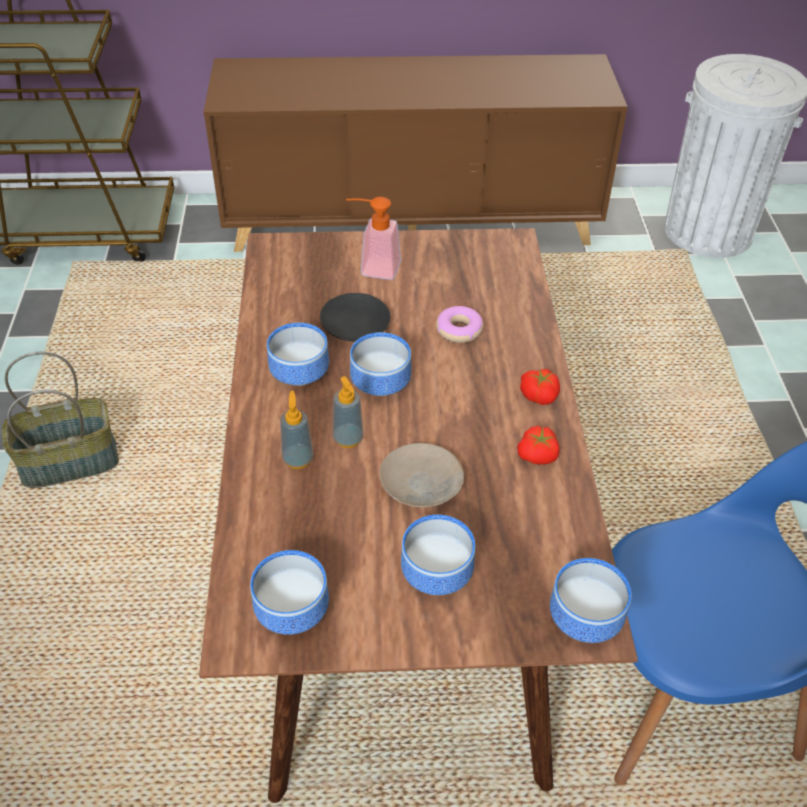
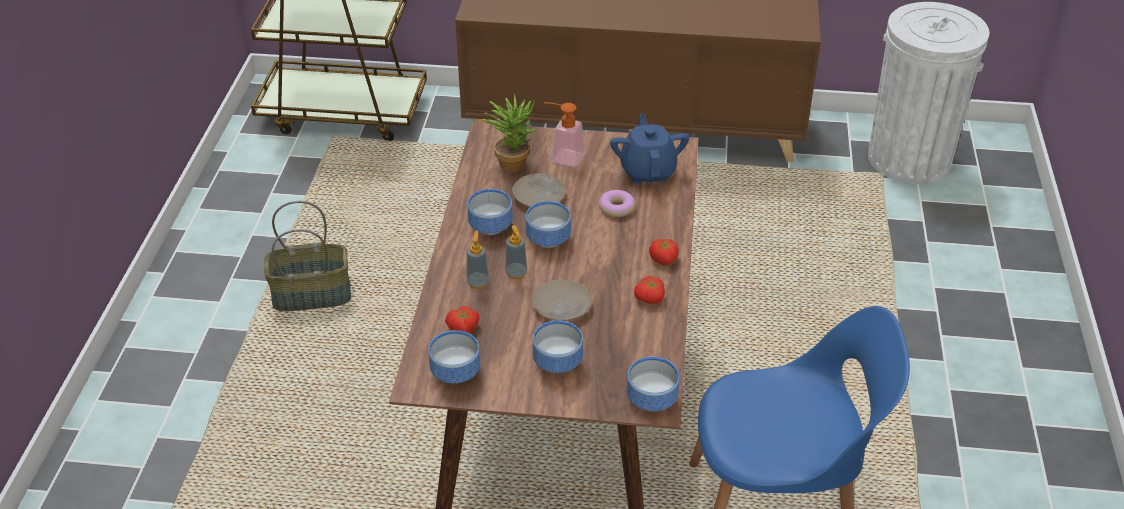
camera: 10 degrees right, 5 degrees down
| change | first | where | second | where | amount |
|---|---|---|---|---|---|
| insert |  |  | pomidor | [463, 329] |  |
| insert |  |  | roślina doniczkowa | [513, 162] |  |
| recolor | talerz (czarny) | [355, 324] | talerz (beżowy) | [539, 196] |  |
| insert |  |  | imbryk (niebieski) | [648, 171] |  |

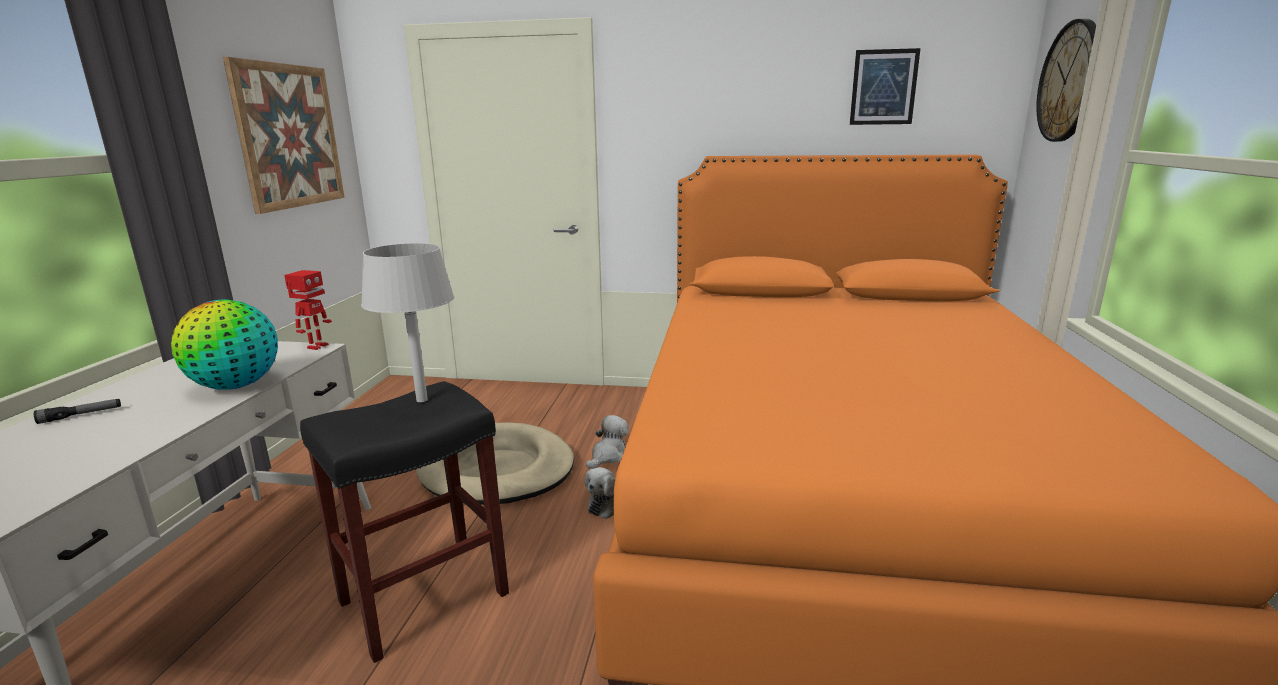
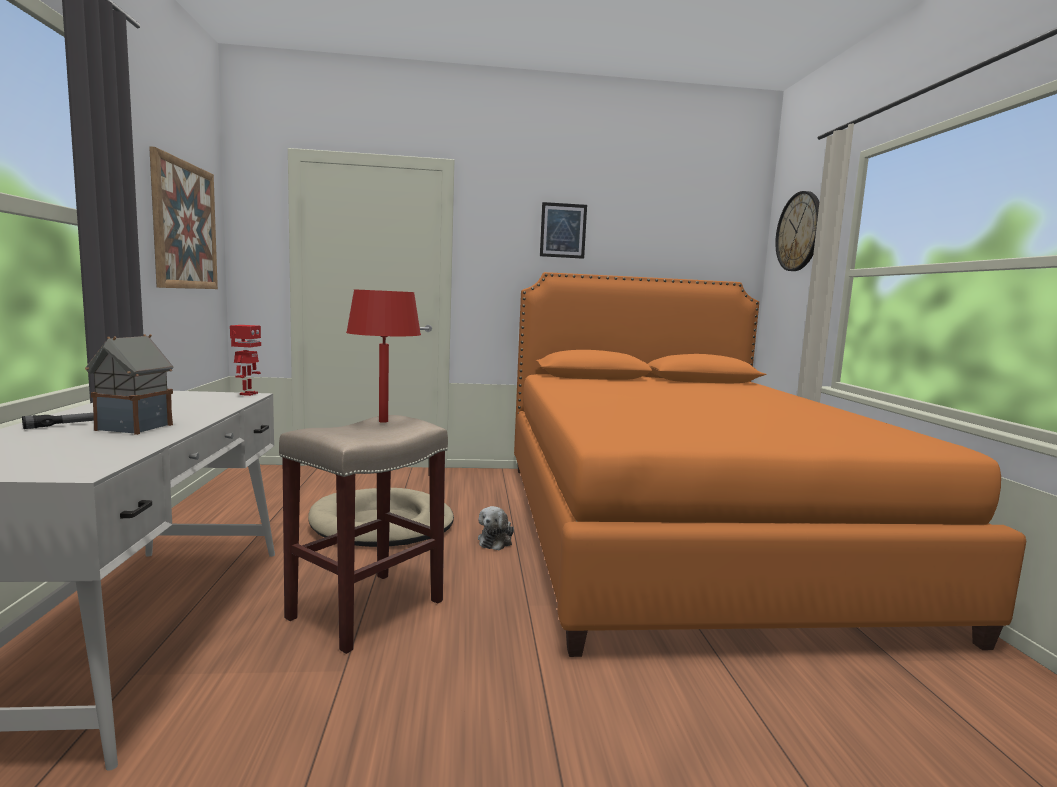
camera: 15 degrees left, 10 degrees down
| change | first | where | second | where | amount |
|---|---|---|---|---|---|
| insert |  |  | domek | [133, 428] |  |
| recolor | stołek (czarny) | [422, 599] | stołek (beżowy) | [365, 610] |  |
| recolor | lampa stołowa (szary) | [422, 400] | lampa stołowa (czerwony) | [383, 421] |  |
| move | obraz | [883, 87] |  | [563, 230] |  |
| delete | globus | [236, 386] |  |  |  |
| delete | pluszak | [608, 456] |  |  |  |

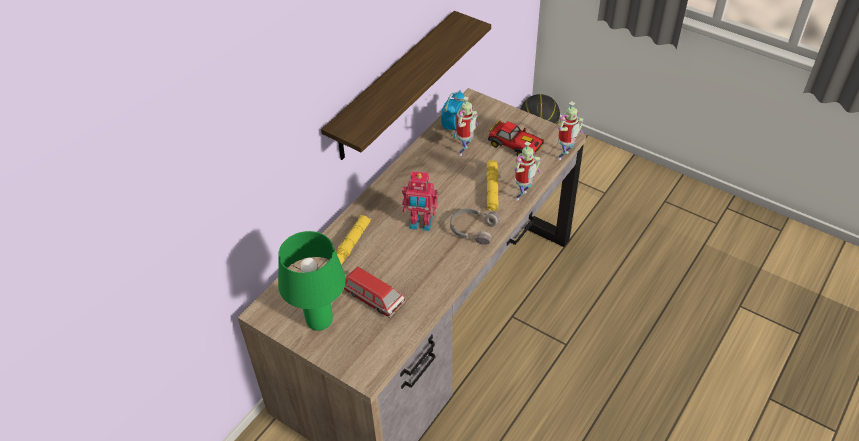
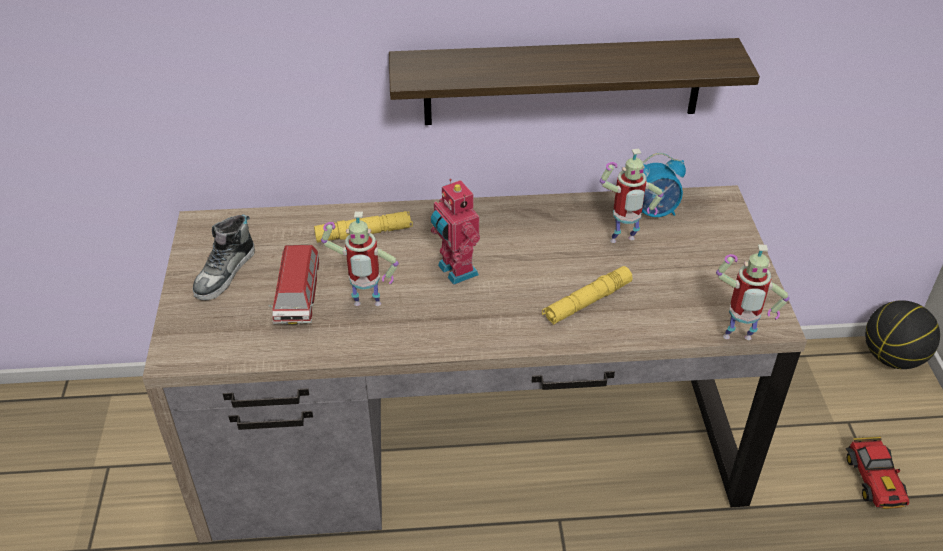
camera: 50 degrees right, 5 degrees down
| change | first | where | second | where | amount |
|---|---|---|---|---|---|
| replace | lampa stołowa (zielony) | [320, 321] | but | [225, 273] |  |
| move | robot zabawkowy | [522, 197] |  | [366, 306] |  |
| move | samochodzik | [515, 146] |  | [874, 482] |  |
| delete | słuchawki (szary) | [473, 229] |  |  |  |

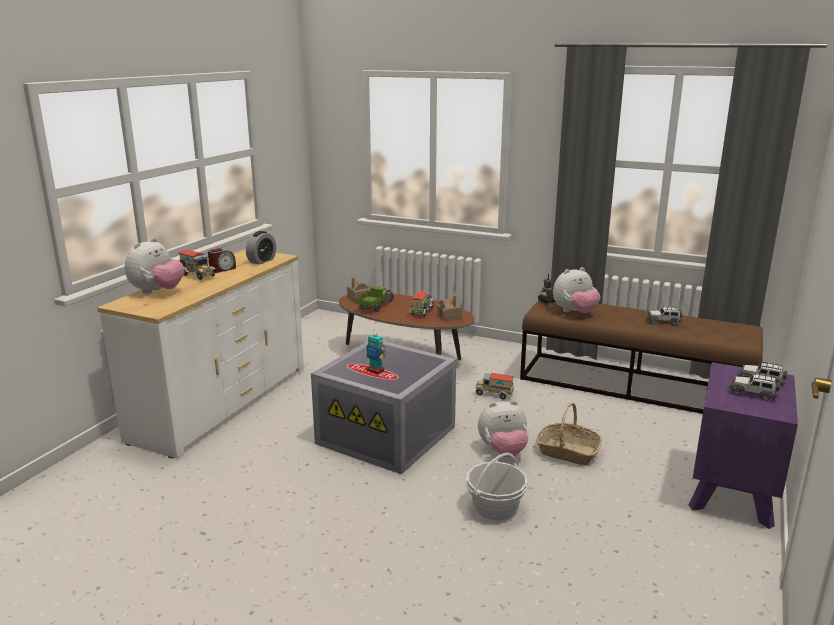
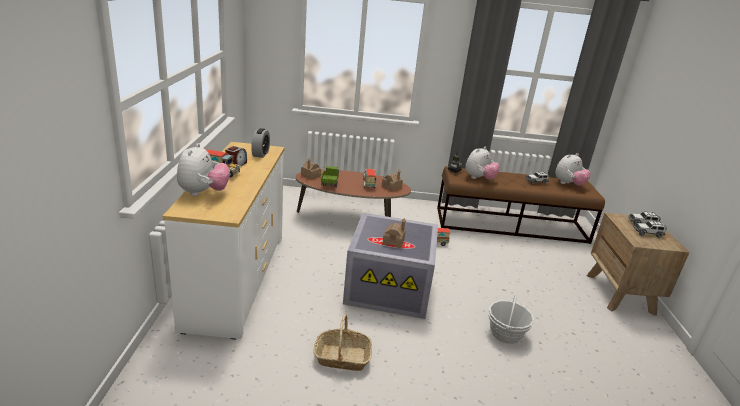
camera: 25 degrees left, 5 degrees up
| change | first | where | second | where | amount |
|---|---|---|---|---|---|
| move | koszyk | [567, 452] |  | [342, 357] |  |
| replace | robot zabawkowy | [375, 371] | domek | [393, 242] |  |
| move | pluszak | [503, 451] |  | [568, 184] |  |
| recolor | szafka nocna (fioletowy) | [732, 492] | szafka nocna (brązowy) | [620, 294] |  |

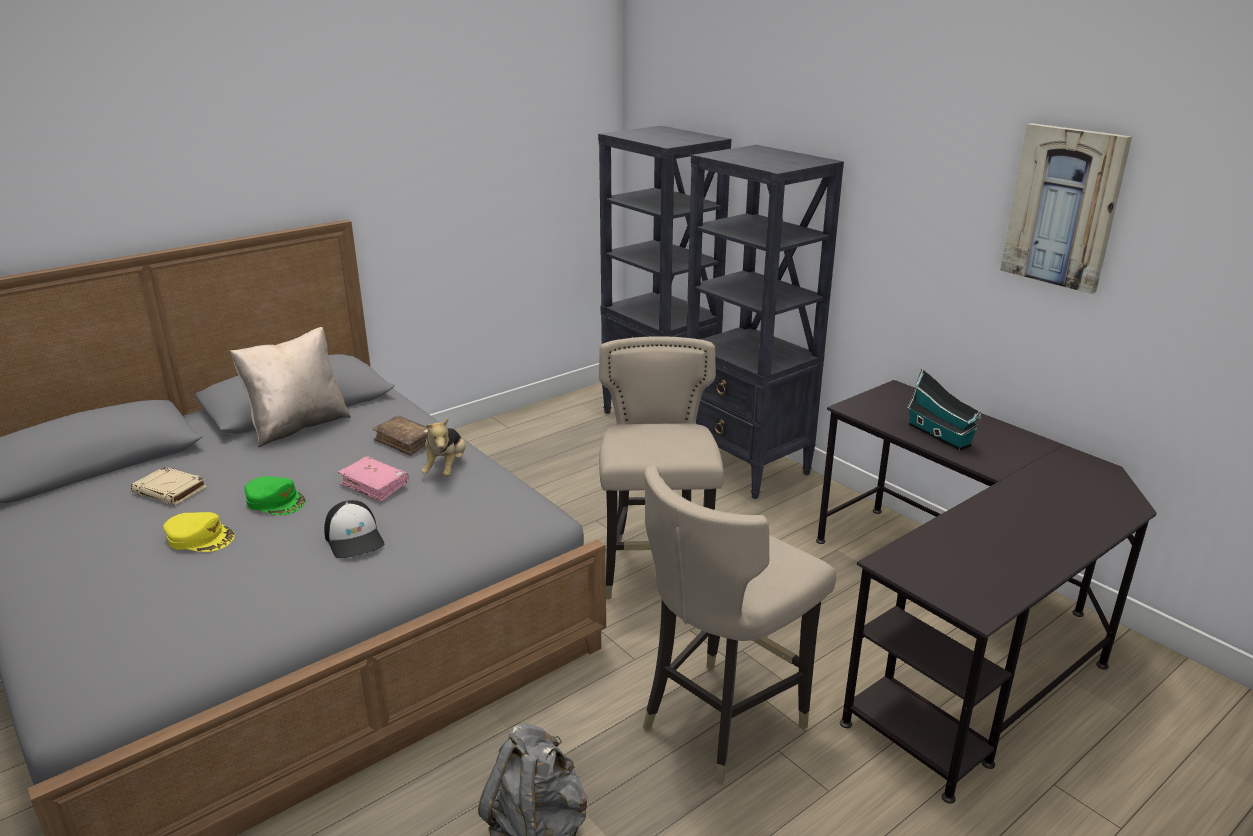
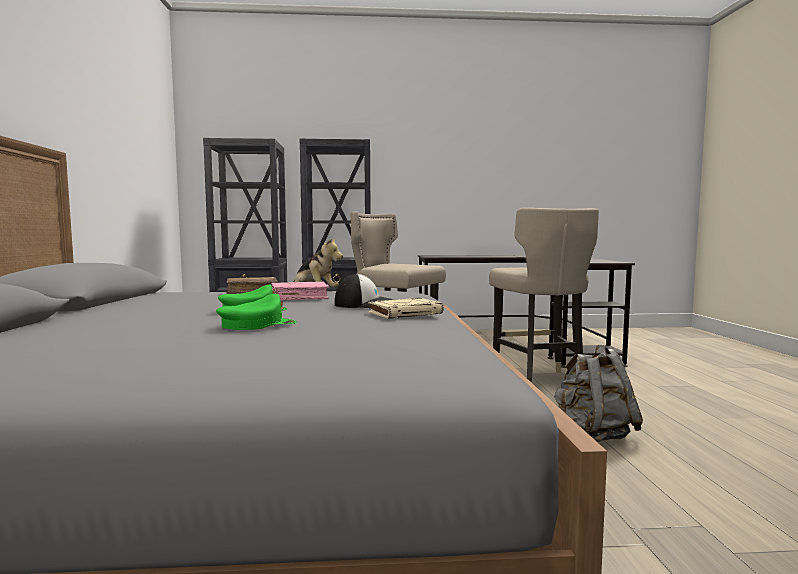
camera: 55 degrees left, 20 degrees down
| change | first | where | second | where | amount |
|---|---|---|---|---|---|
| recolor | czapka z daszkiem (żółty) | [200, 538] | czapka z daszkiem (zielony) | [257, 325] |  |
| move | książka (beżowy) | [171, 490] |  | [405, 313] |  |
| delete | poduszka (beżowy) | [298, 426] |  |  |  |
| delete | domek | [941, 436] |  |  |  |
| delete | obraz | [1063, 207] |  |  |  |

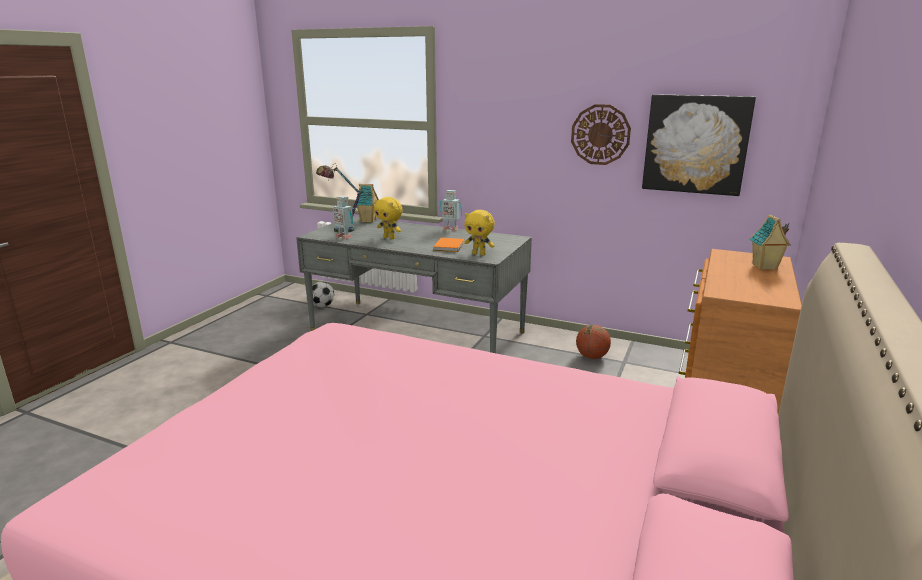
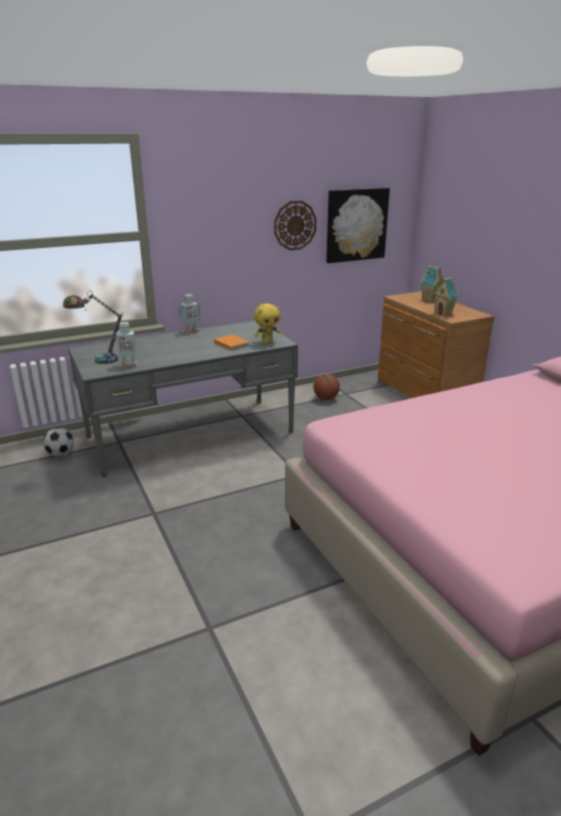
camera: 50 degrees left, 5 degrees up
| change | first | where | second | where | amount |
|---|---|---|---|---|---|
| move | domek | [368, 221] |  | [444, 313] |  |
| delete | pluszak (żółty) | [389, 238] |  |  |  |

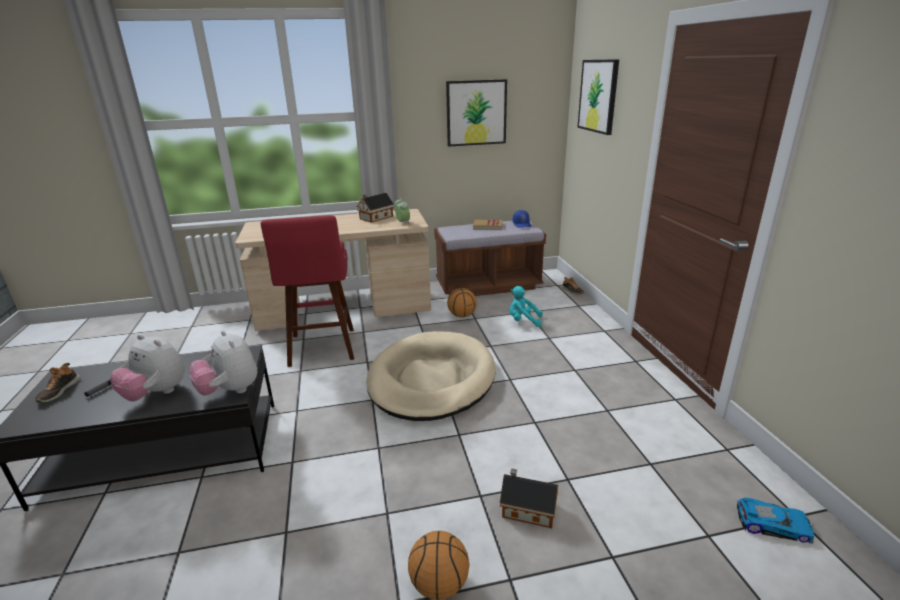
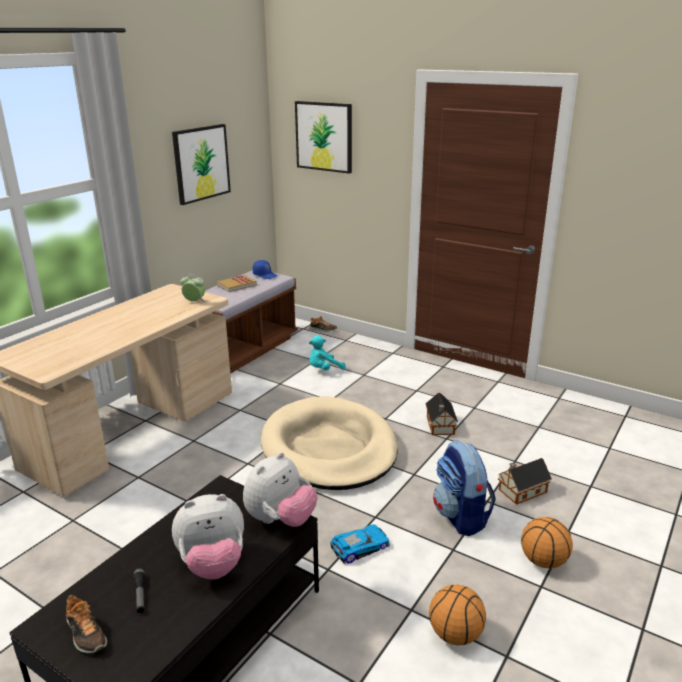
camera: 45 degrees left, 0 degrees up
| change | first | where | second | where | amount |
|---|---|---|---|---|---|
| rotate | pluszak | [230, 391] |  | [280, 520] | 60 degrees counterclockwise |
| move | samochodzik | [772, 523] |  | [359, 546] |  |
| move | domek | [375, 218] |  | [440, 426] |  |
| move | piłka do koszykówki | [462, 315] |  | [455, 633] |  |
| insert |  |  | plecak | [461, 516] |  |
| delete | stołek (czerwony) | [322, 350] |  |  |  |

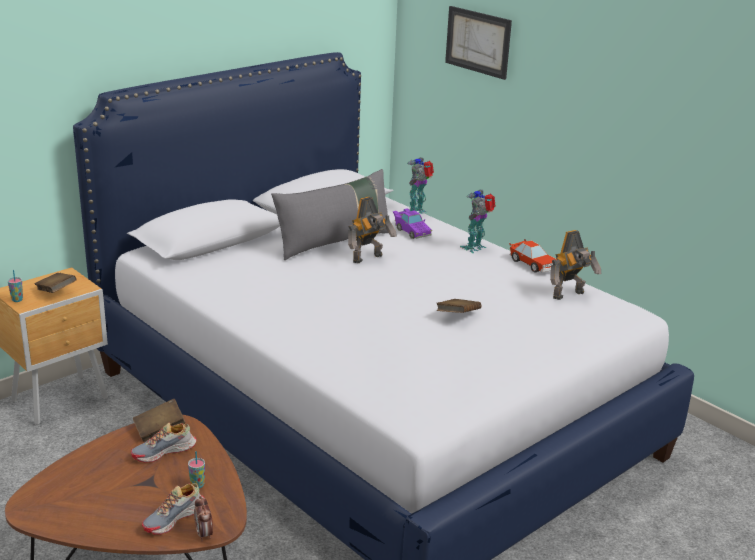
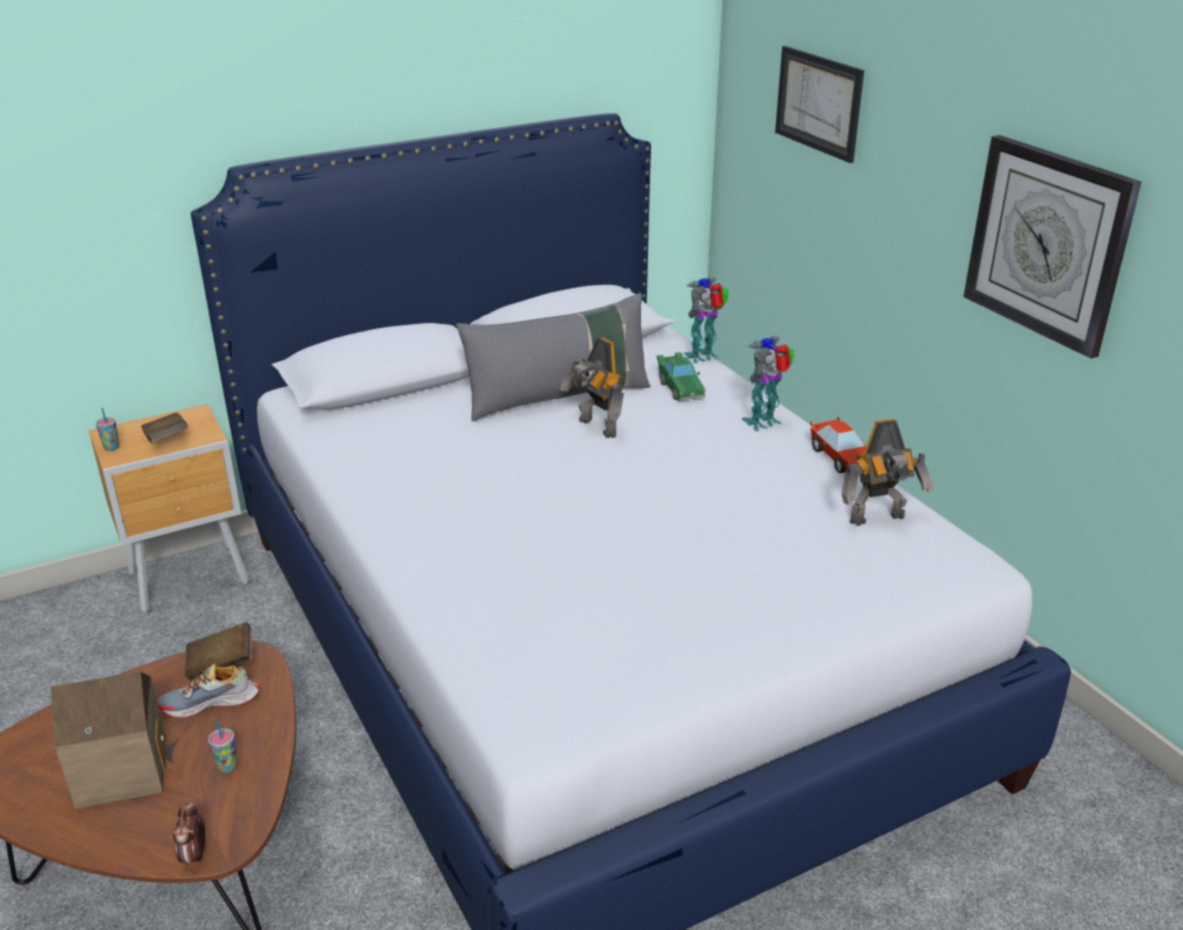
camera: 15 degrees right, 5 degrees up
| change | first | where | second | where | amount |
|---|---|---|---|---|---|
| insert |  |  | domek | [121, 767] |  |
| rotate | robot zabawkowy | [369, 259] |  | [595, 428] | 75 degrees clockwise |
| recolor | samochodzik (fioletowy) | [411, 231] | samochodzik (zielony) | [679, 388] |  |
| insert |  |  | zegar ścienny | [1048, 243] |  |
| delete | but | [174, 518] |  |  |  |
| delete | książka (brązowy) | [457, 316] |  |  |  |

